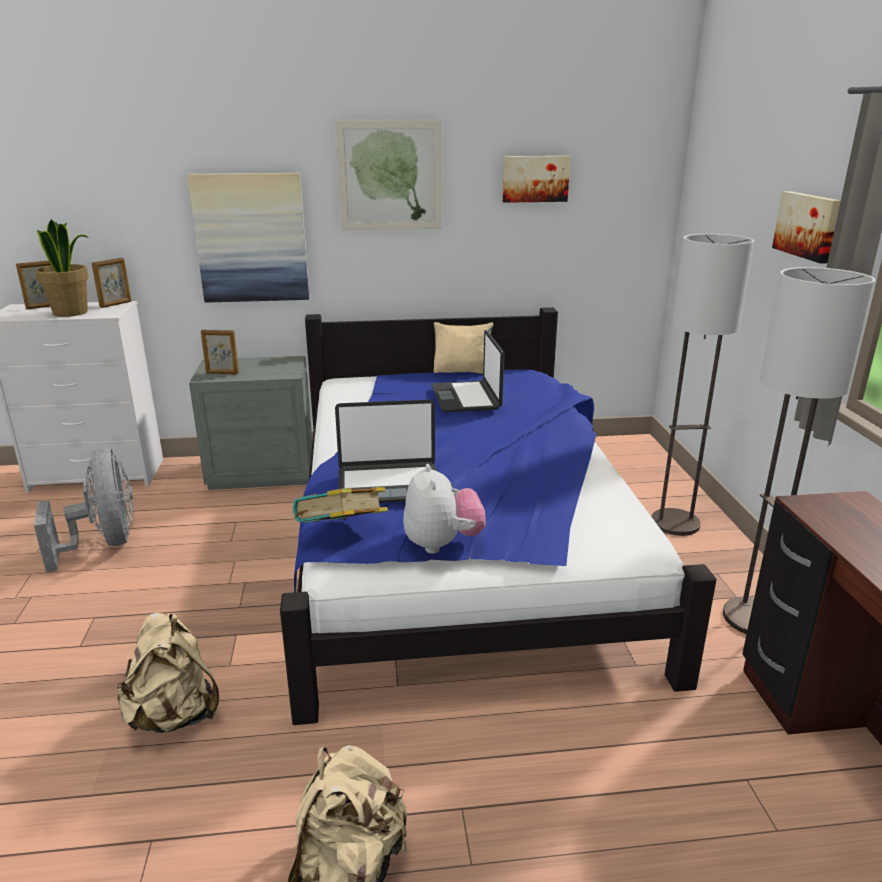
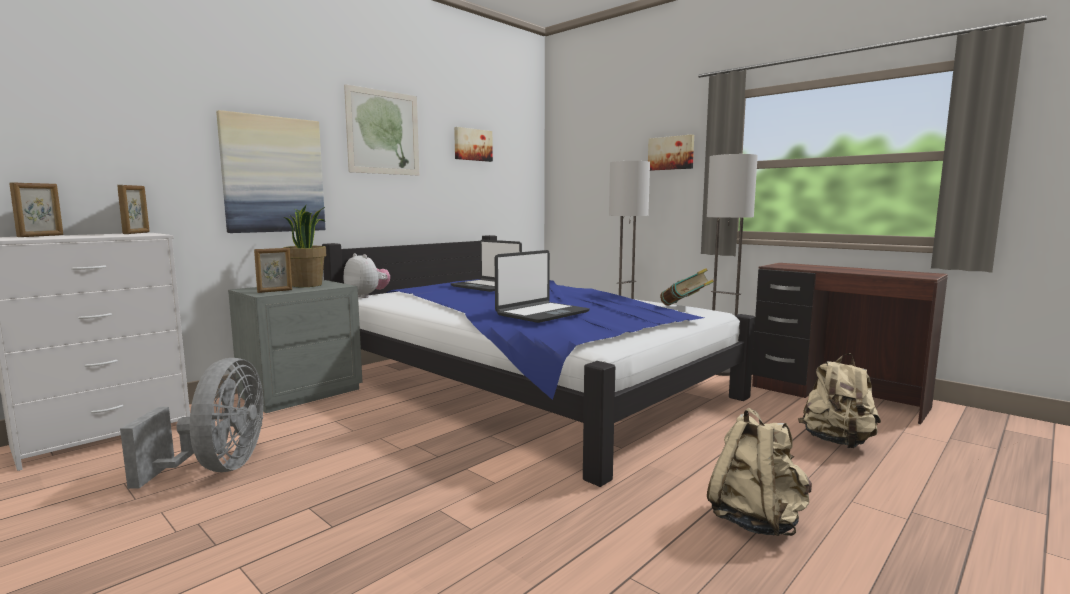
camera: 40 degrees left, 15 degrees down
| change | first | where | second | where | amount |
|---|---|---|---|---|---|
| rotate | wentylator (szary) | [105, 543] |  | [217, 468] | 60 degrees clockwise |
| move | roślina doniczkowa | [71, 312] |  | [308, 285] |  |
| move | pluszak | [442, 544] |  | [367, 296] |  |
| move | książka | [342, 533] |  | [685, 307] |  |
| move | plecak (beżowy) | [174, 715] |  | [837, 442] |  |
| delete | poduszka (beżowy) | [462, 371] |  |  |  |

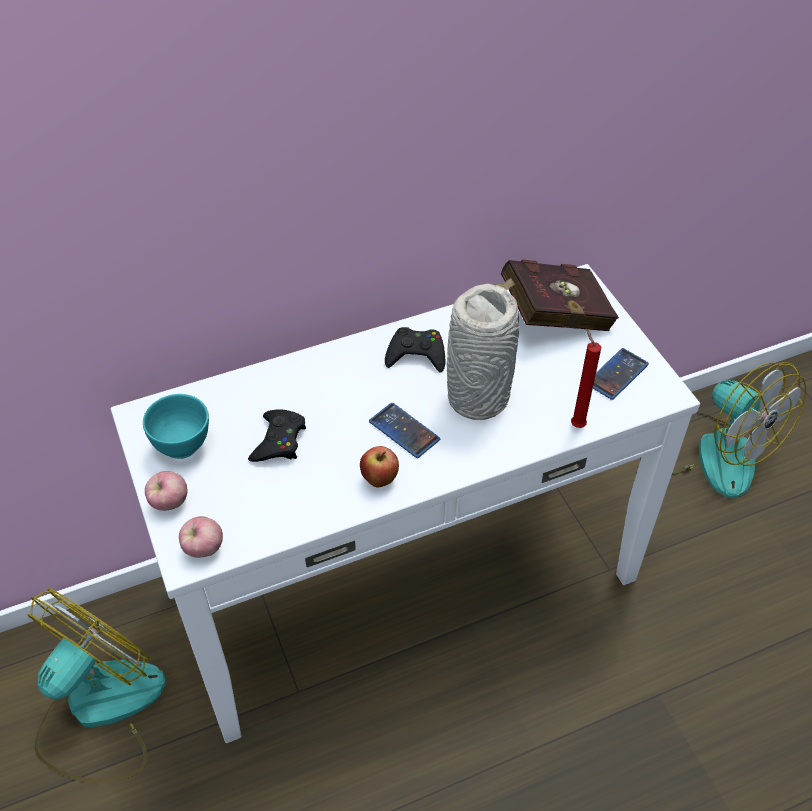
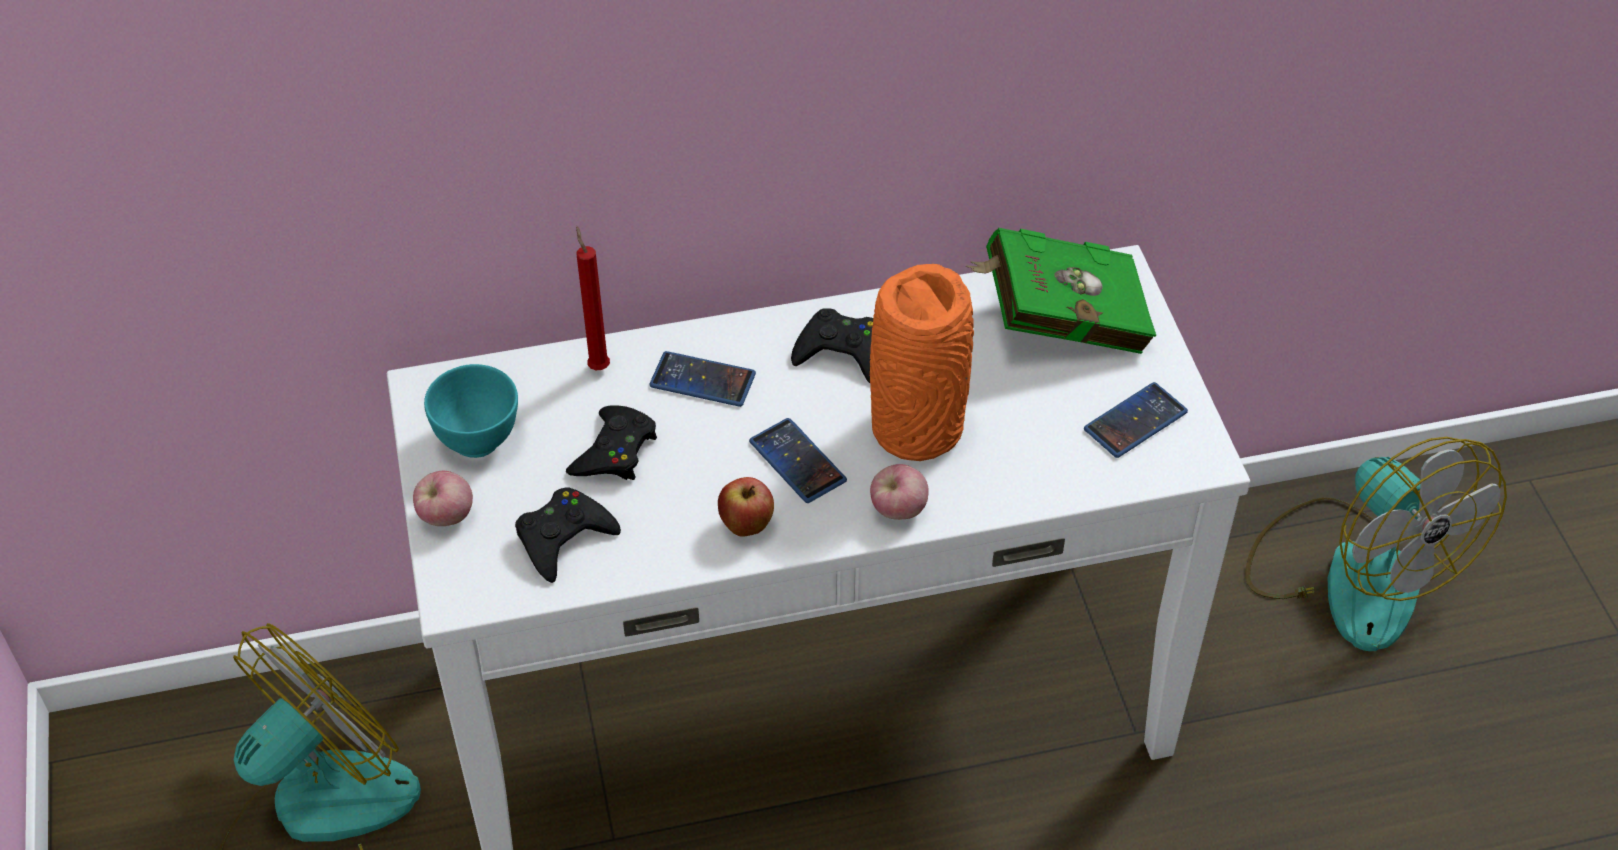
camera: 10 degrees right, 0 degrees up
| change | first | where | second | where | amount |
|---|---|---|---|---|---|
| insert |  |  | pad do gier (czarny) | [564, 538] |  |
| move | świeca (czerwony) | [576, 424] |  | [598, 365] |  |
| insert |  |  | telefon | [702, 380] |  |
| recolor | wazon (szary) | [477, 397] | wazon (pomarańczowy) | [916, 427] |  |
| move | jabłko | [204, 549] |  | [898, 510] |  |
| recolor | książka (czerwony) | [550, 317] | książka (zielony) | [1057, 321] |  |

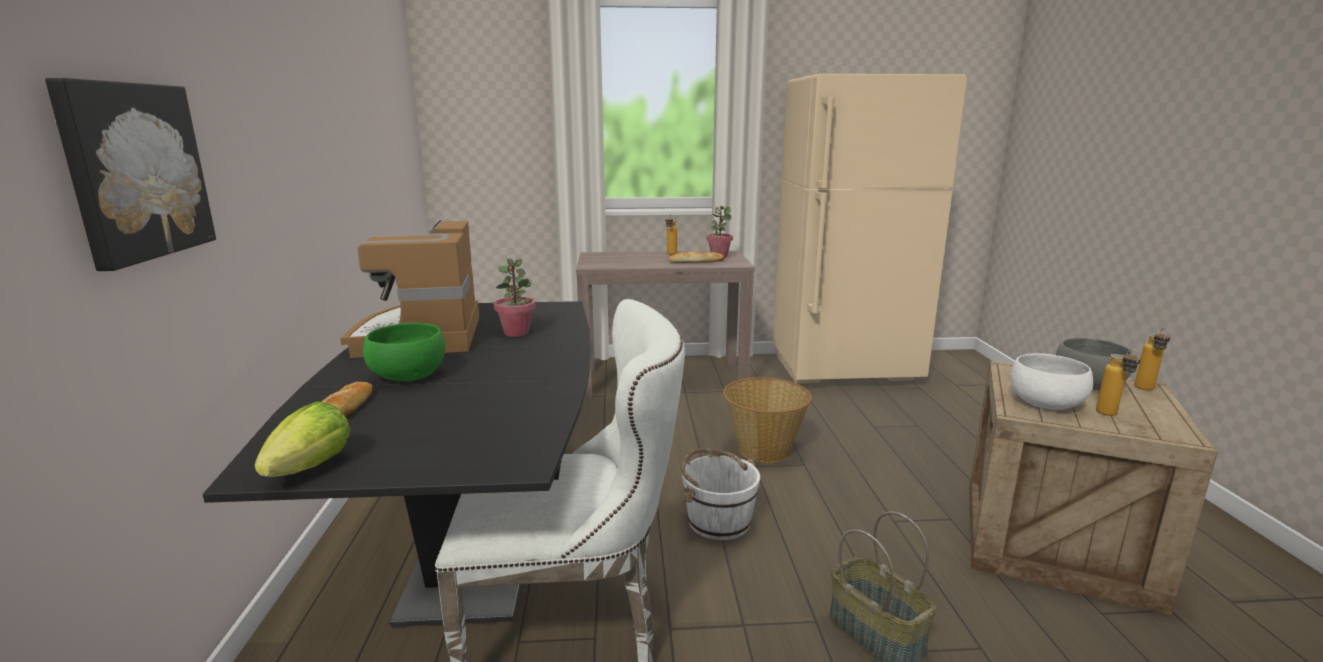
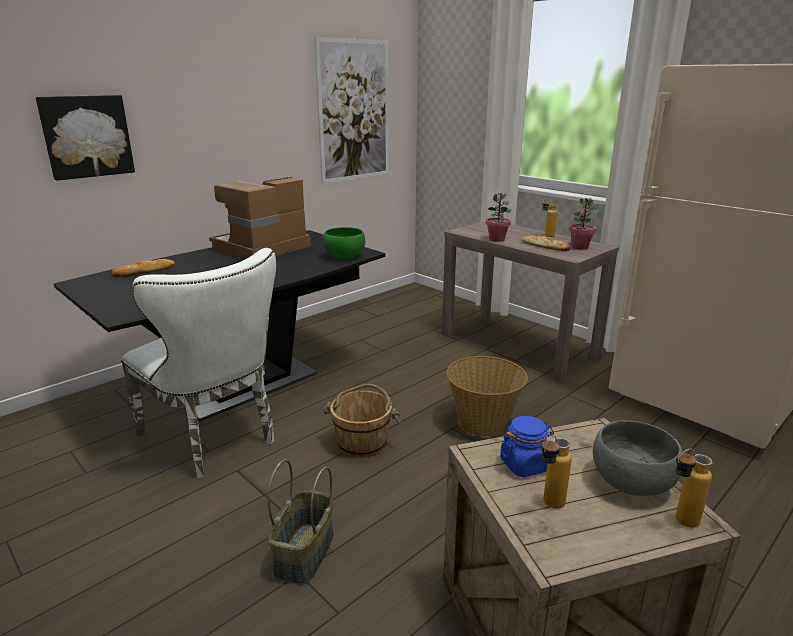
camera: 50 degrees right, 5 degrees up
| change | first | where | second | where | amount |
|---|---|---|---|---|---|
| insert |  |  | obraz | [354, 111] |  |
| move | miska (zielony) | [408, 376] |  | [344, 256] |  |
| recolor | wiadro (biały) | [718, 521] | wiadro (brązowy) | [362, 442] |  |
| move | roślina doniczkowa | [516, 332] |  | [497, 239] |  |
| replace | miska (biały) | [1046, 403] | słoik (niebieski) | [525, 464] |  |
| delete | sałata | [311, 467] |  |  |  |

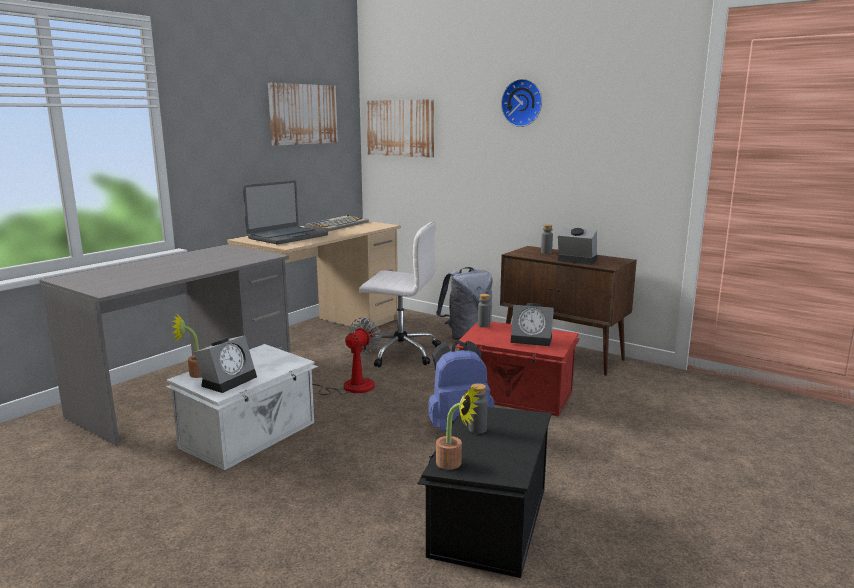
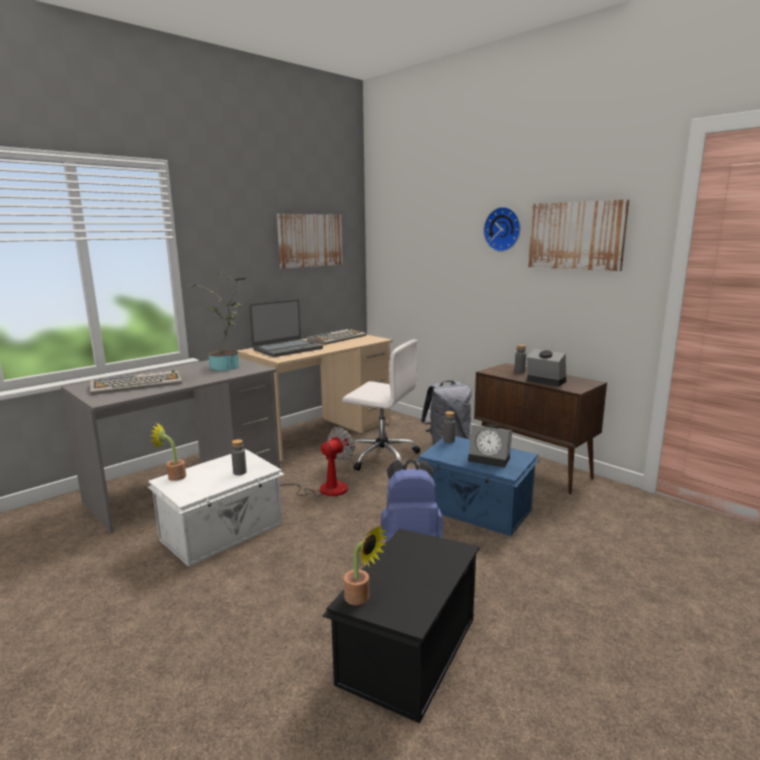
camera: 10 degrees right, 0 degrees up
| change | first | where | second | where | amount |
|---|---|---|---|---|---|
| insert |  |  | klawiatura | [138, 384] |  |
| insert |  |  | roślina doniczkowa | [226, 367] |  |
| move | butelka (szary) | [477, 429] |  | [239, 472] |  |
| recolor | pojemnik do przechowywania (czerwony) | [516, 395] | pojemnik do przechowywania (niebieski) | [475, 509] |  |
| move | obraz | [400, 128] |  | [576, 235] |  |
| delete | budzik | [229, 380] |  |  |  |

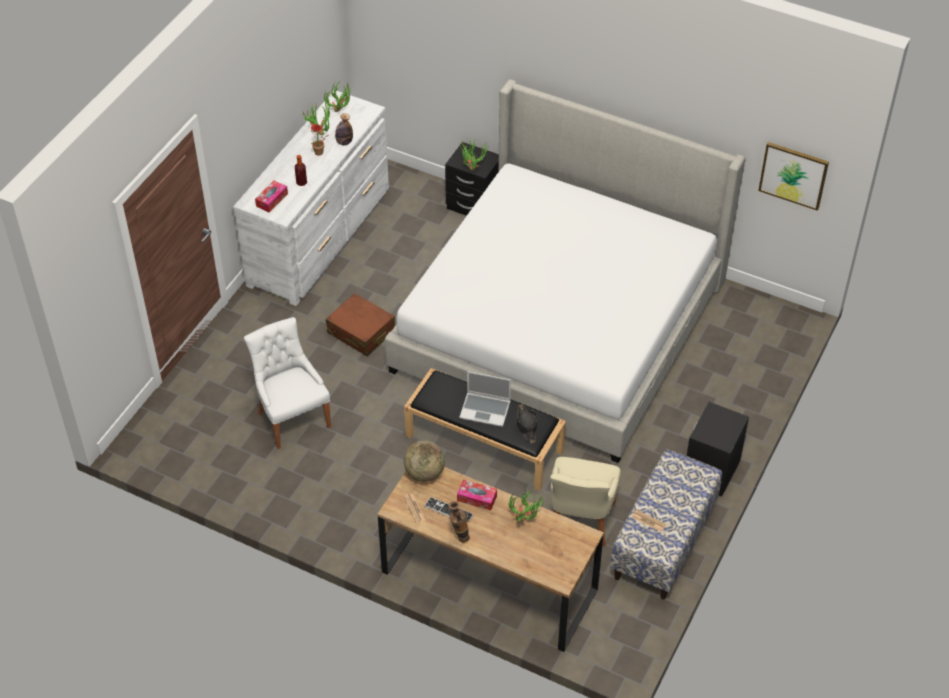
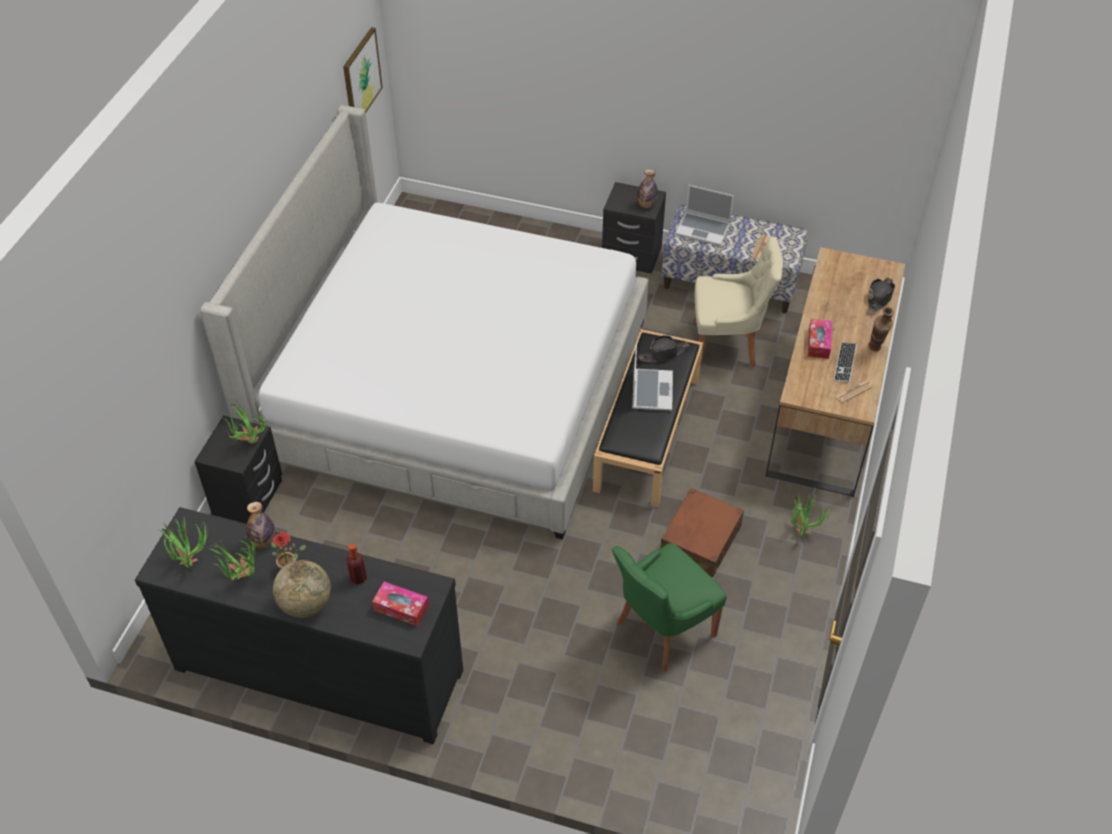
camera: 100 degrees left, 0 degrees up
| change | first | where | second | where | amount |
|---|---|---|---|---|---|
| recolor | komoda (biały) | [320, 235] | komoda (czarny) | [319, 667] |  |
| move | globus | [424, 473] |  | [305, 604] |  |
| recolor | krzesło (biały) | [292, 418] | krzesło (zielony) | [662, 630] |  |
| insert |  |  | butelka | [646, 205] |  |
| move | walizka (brązowy) | [361, 332] |  | [700, 540] |  |
| insert |  |  | laptop | [704, 229] |  |
| move | roślina doniczkowa | [525, 521] |  | [802, 529] |  |
| insert |  |  | kapelusz (czarny) | [879, 297] |  |

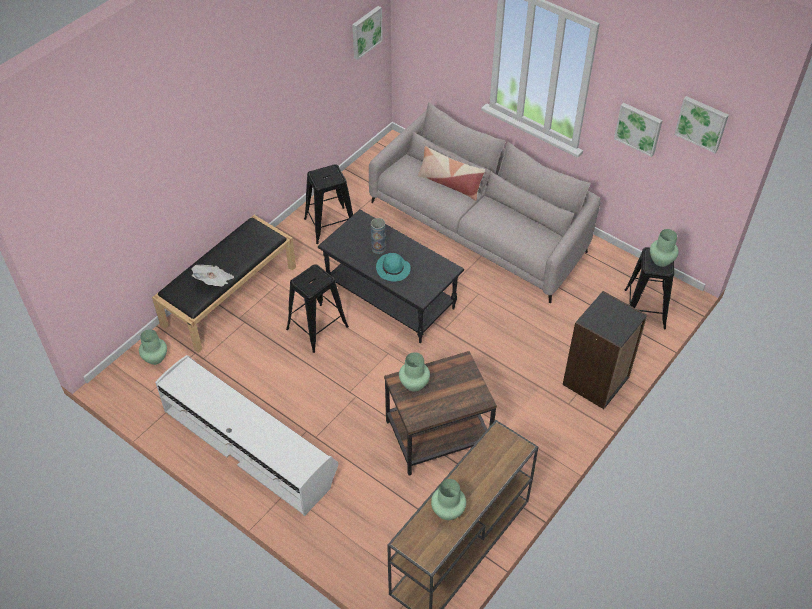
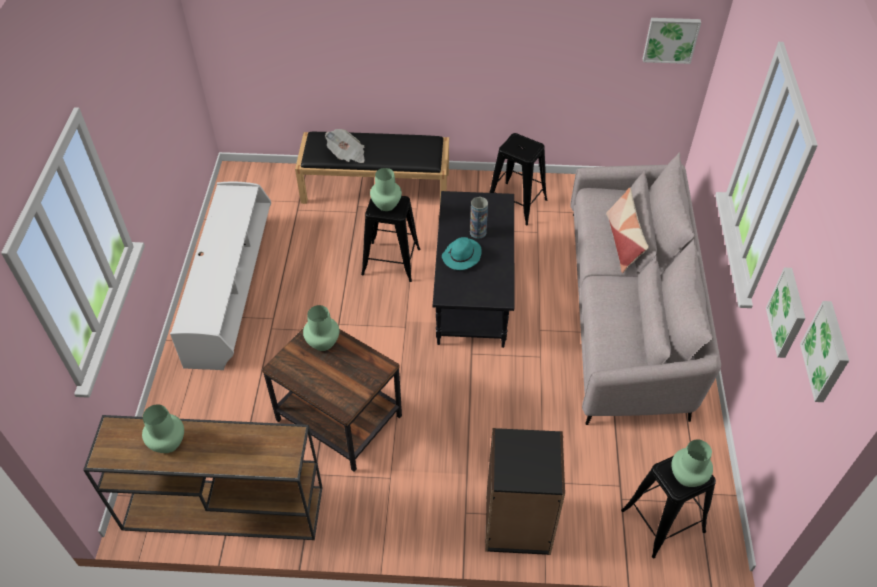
camera: 55 degrees right, 0 degrees up
| change | first | where | second | where | amount |
|---|---|---|---|---|---|
| move | wazon (zielony) | [155, 358] |  | [386, 204] |  |

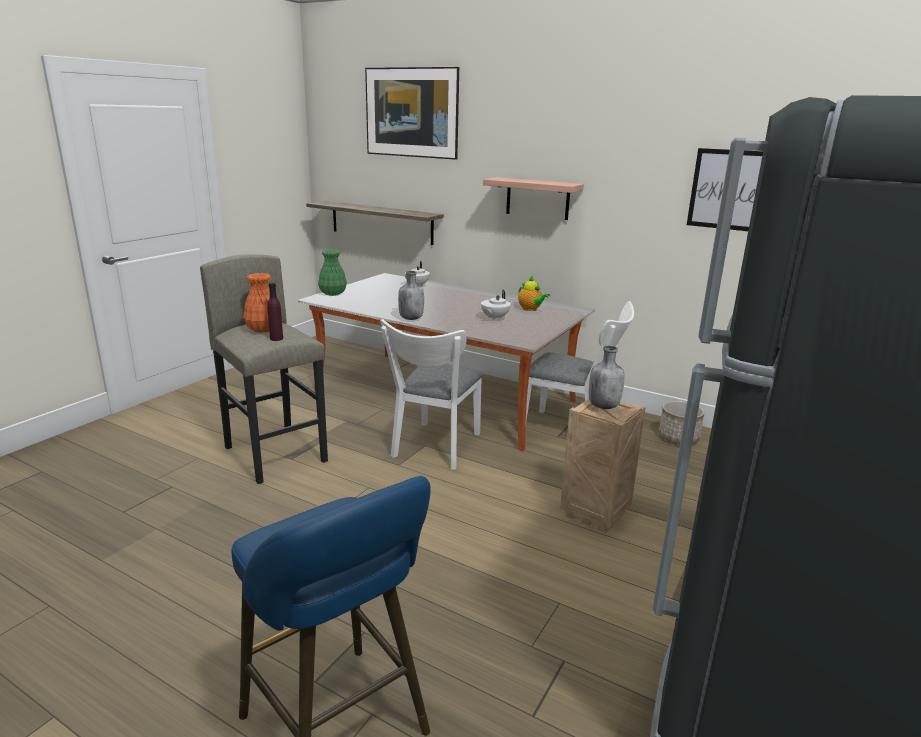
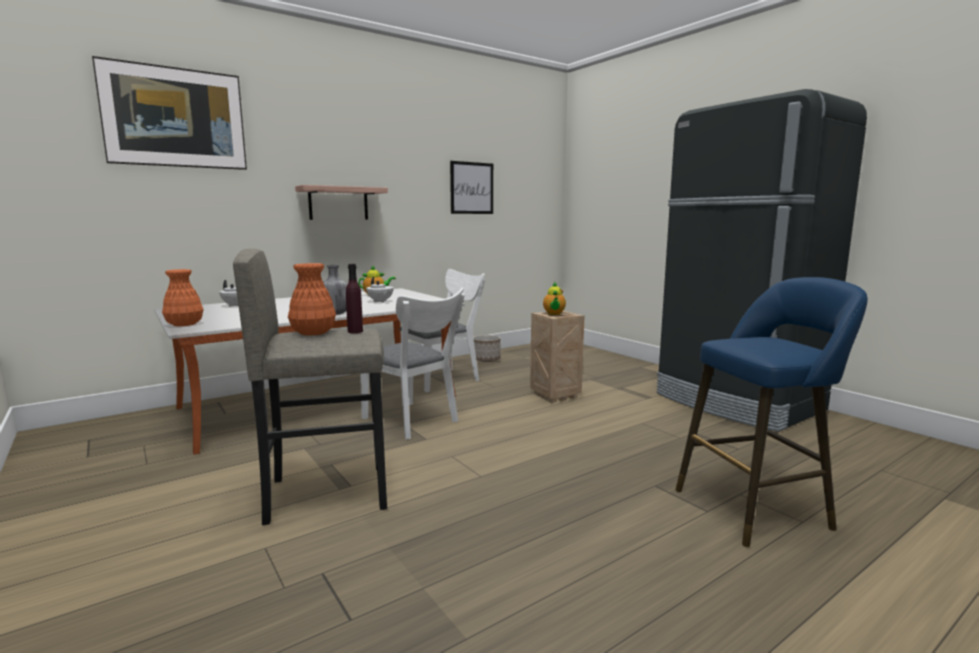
camera: 65 degrees left, 10 degrees down
| change | first | where | second | where | amount |
|---|---|---|---|---|---|
| recolor | wazon (zielony) | [332, 293] | wazon (pomarańczowy) | [184, 324] |  |
| replace | butelka (szary) | [603, 406] | imbryk | [554, 314] |  |
| delete | półka | [381, 222] |  |  |  |

